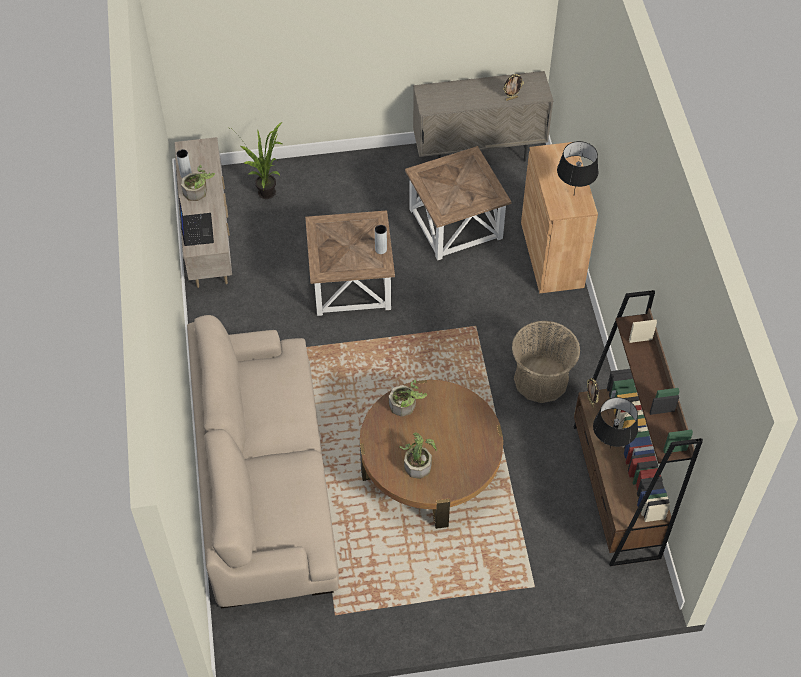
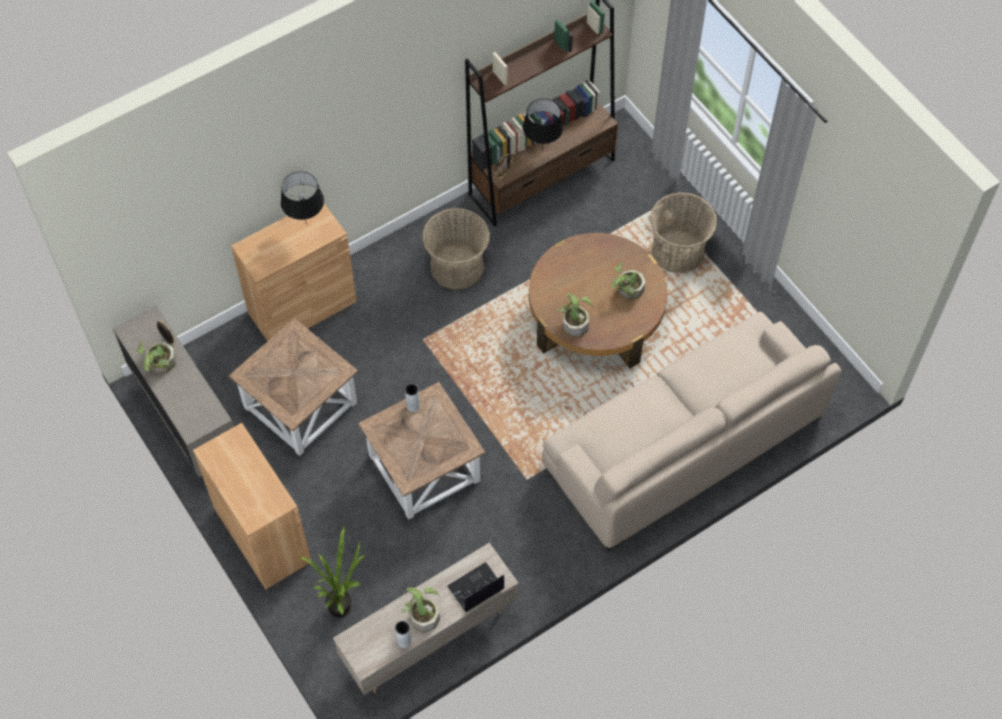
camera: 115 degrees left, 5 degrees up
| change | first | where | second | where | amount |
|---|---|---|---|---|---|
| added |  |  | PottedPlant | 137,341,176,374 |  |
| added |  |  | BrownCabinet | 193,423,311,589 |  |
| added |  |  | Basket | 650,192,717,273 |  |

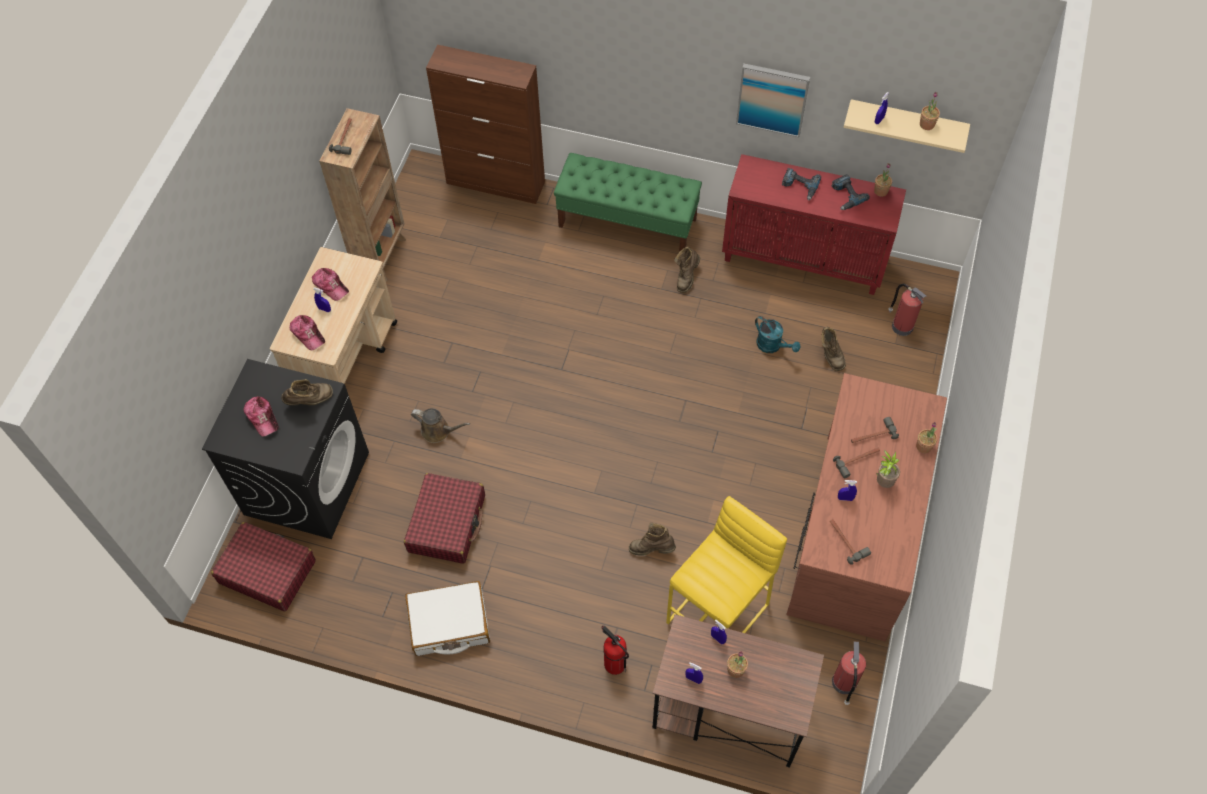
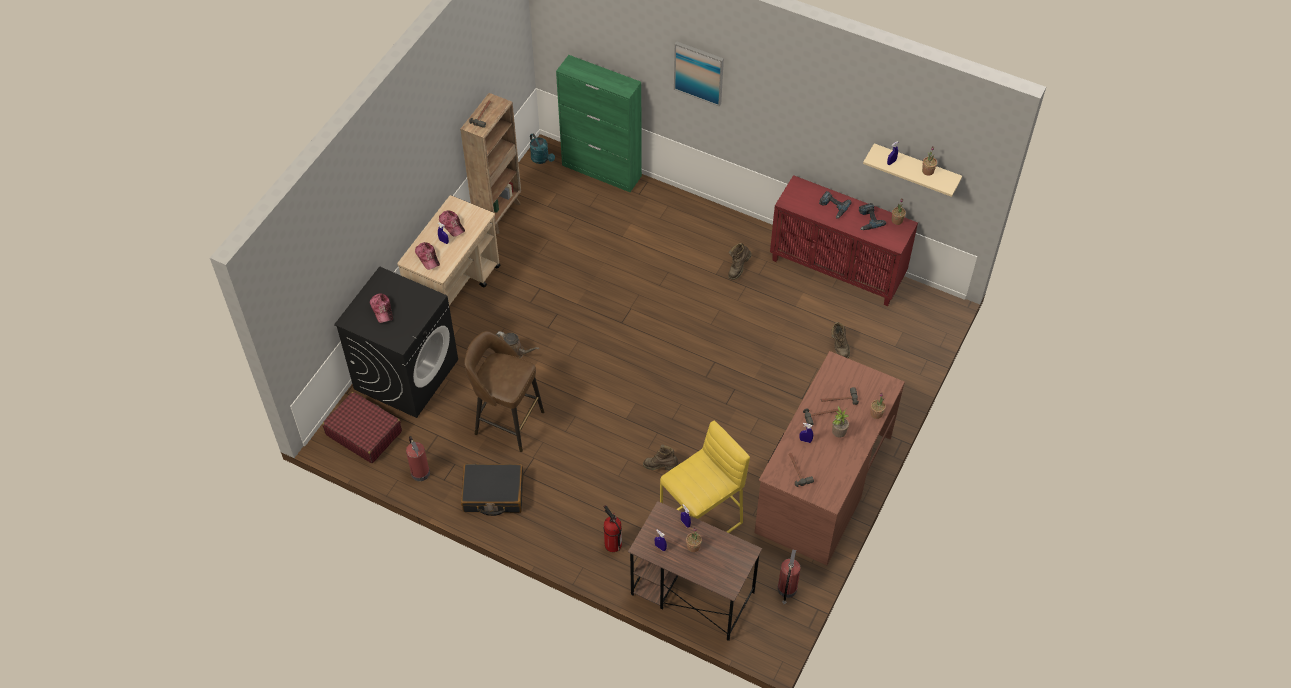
camera: 10 degrees right, 5 degrees down
| change | first | where | second | where | amount |
|---|---|---|---|---|---|
| removed | BrownBoot | 281,379,333,406 |  |  |  |
| replaced | RedSuitcase | 404,473,485,564 | BrownStool | 465,331,544,452 |  |
| recoloured | WhiteSuitcase | 405,581,490,656 | BlackSuitcase | 461,464,523,516 |  |
| recoloured | BrownCabinet | 426,45,545,204 | GreenCabinet | 556,55,642,192 |  |
| removed | GreenBench | 554,153,702,251 |  |  |  |
| moved | Picture | 736,63,810,137 |  | 674,41,724,106 |  |
| moved | TurquoiseWateringCan | 755,316,800,353 |  | 530,133,555,164 |  |
| moved | FireExtinguisher | 888,284,927,336 |  | 406,436,430,481 |  |

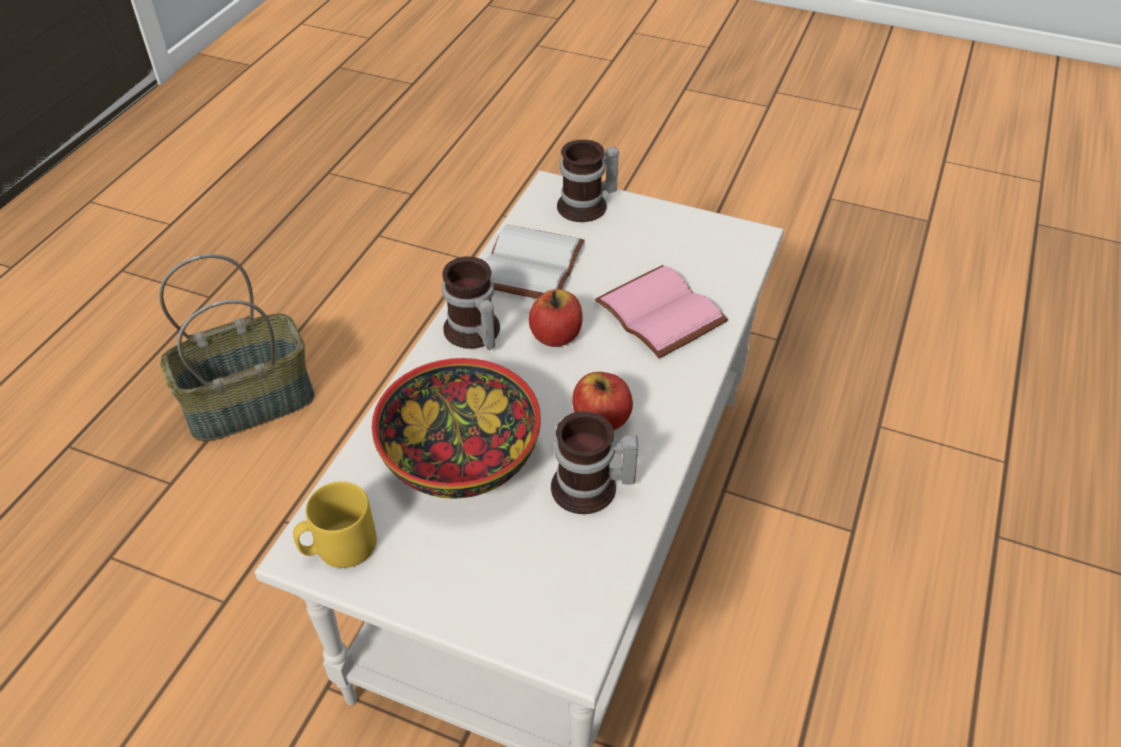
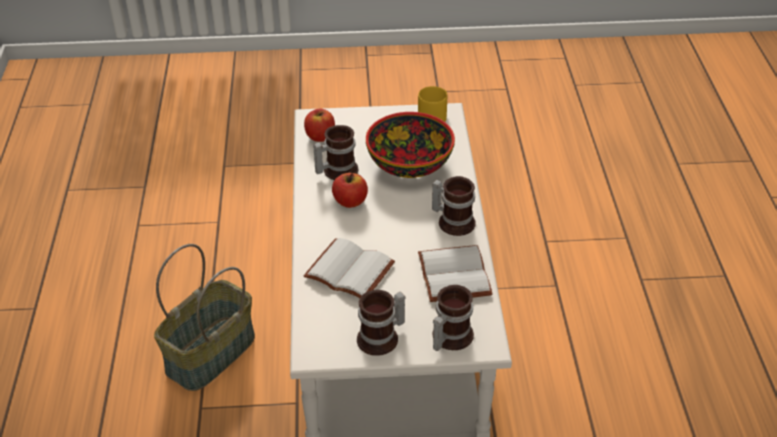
camera: 155 degrees right, 5 degrees down
| change | first | where | second | where | amount |
|---|---|---|---|---|---|
| moved | Basket | 159,254,315,441 |  | 154,244,255,391 |  |
| moved | Apple | 529,289,582,347 |  | 304,109,335,142 |  |
| recoloured | PinkBook | 595,265,728,358 | WhiteBook | 303,238,395,298 |  |
| added |  |  | Mug | 357,290,405,356 |  |

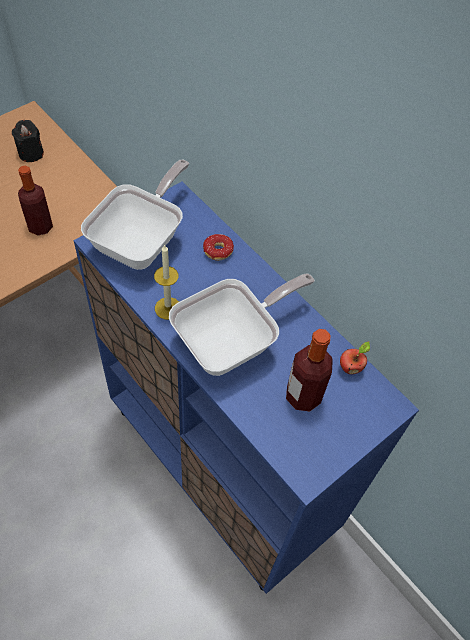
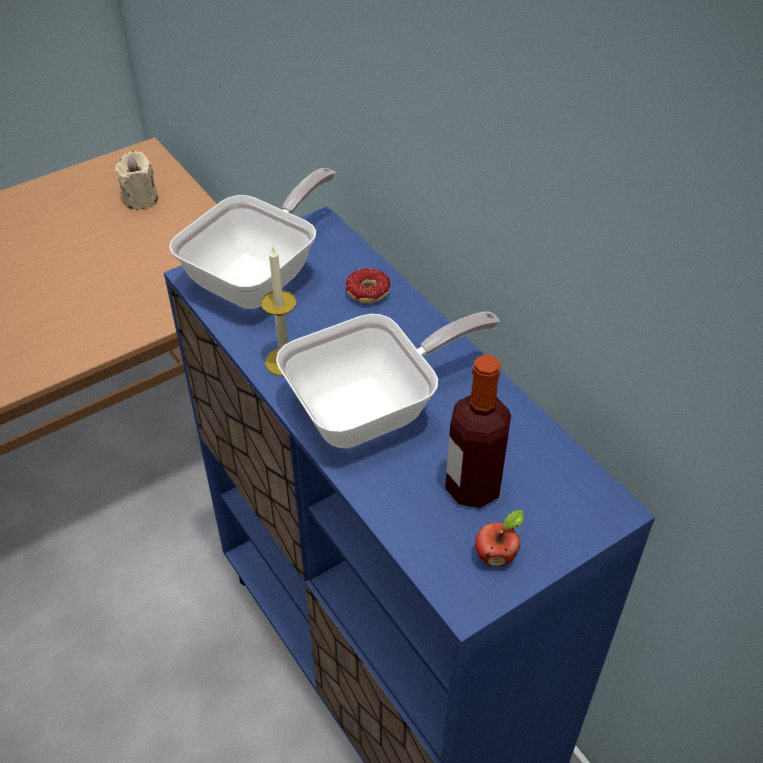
camera: 10 degrees right, 10 degrees down
| change | first | where | second | where | amount |
|---|---|---|---|---|---|
| recoloured | BlackCandle | 12,120,44,162 | BeigeCandle | 115,151,158,210 |  |
| removed | Bottle | 18,166,53,236 |  |  |  |
| moved | Apple | 340,342,370,374 |  | 475,510,524,567 |  |

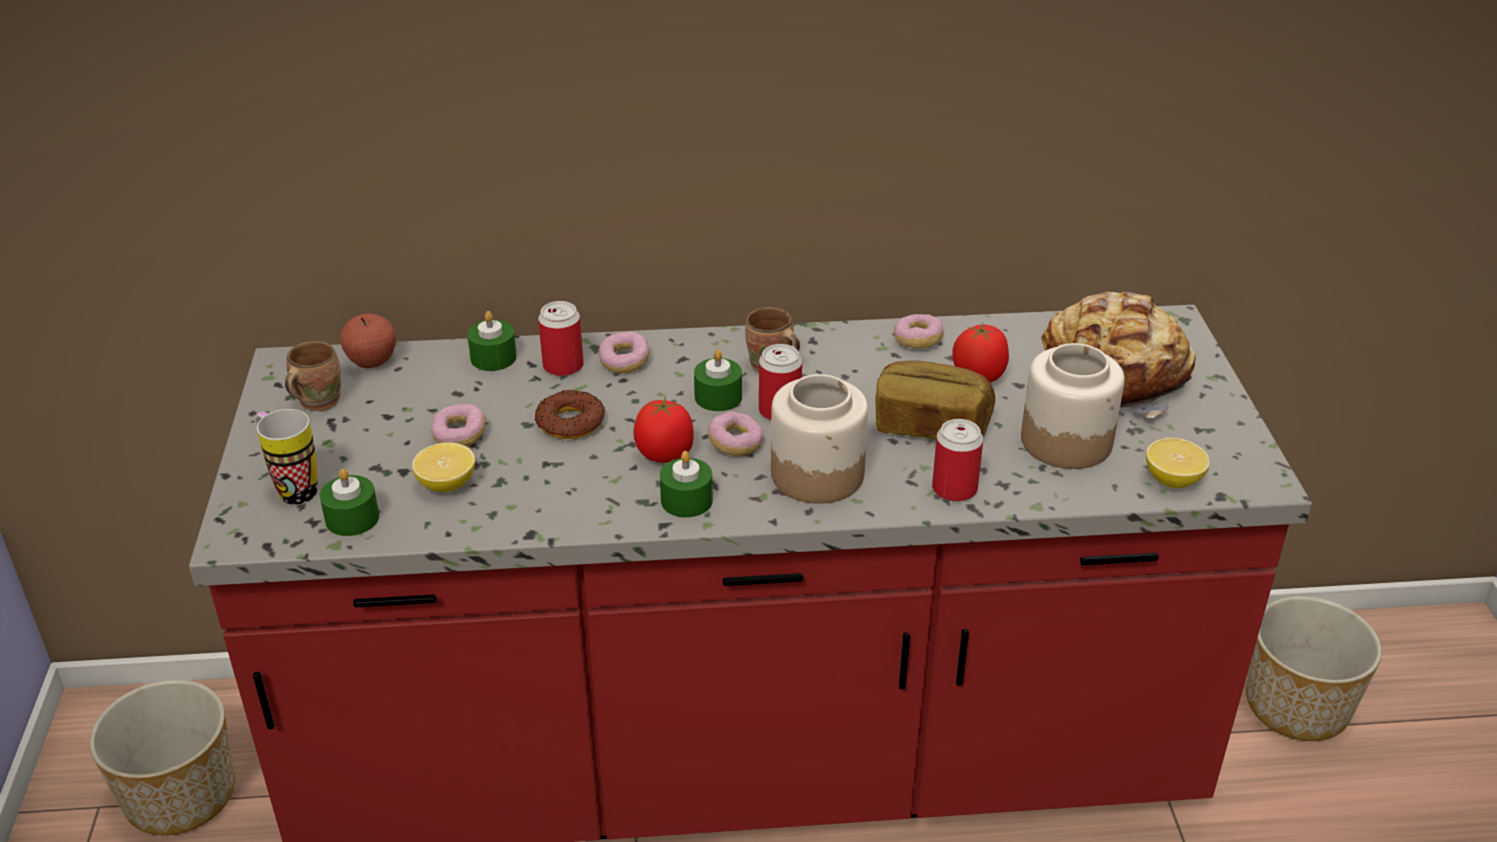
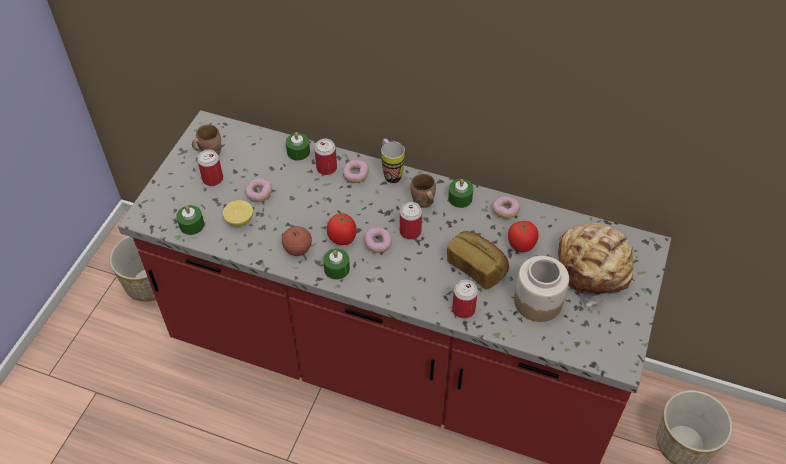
camera: 25 degrees right, 15 degrees up
| change | first | where | second | where | amount |
|---|---|---|---|---|---|
| moved | Mug | 254,409,317,505 |  | 381,139,405,183 |  |
| moved | Apple | 340,314,396,368 |  | 282,226,312,256 |  |
| removed | Donut | 534,389,605,439 |  |  |  |
| moved | GreenCandle | 694,350,742,411 |  | 448,179,473,208 |  |
| removed | Jar | 771,374,868,504 |  |  |  |
| removed | Lemon | 1146,438,1210,488 |  |  |  |
| added |  |  | Can | 197,149,223,186 |  |

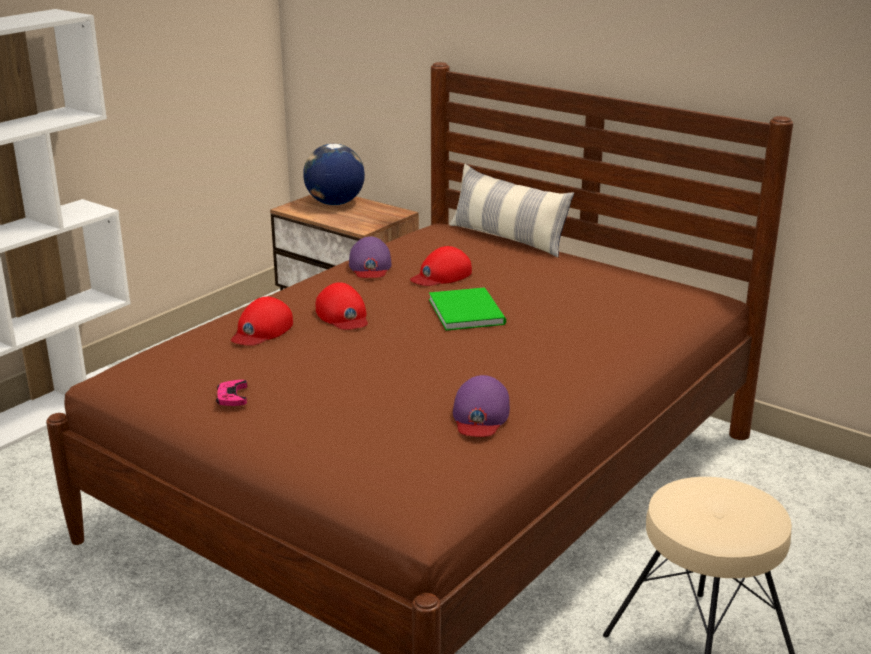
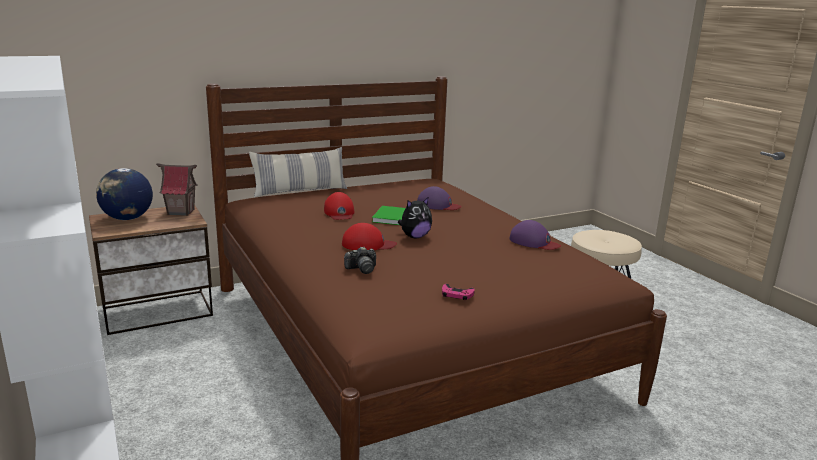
camera: 65 degrees left, 5 degrees down
| change | first | where | second | where | amount |
|---|---|---|---|---|---|
| replaced | RedCap | 231,297,293,346 | PhotoCamera | 344,247,376,274 |  |
| moved | PurpleCap | 349,236,391,278 |  | 417,186,462,210 |  |
| added |  |  | ToyHouse | 156,163,197,216 |  |
| added |  |  | PlushToy | 398,197,432,238 |  |

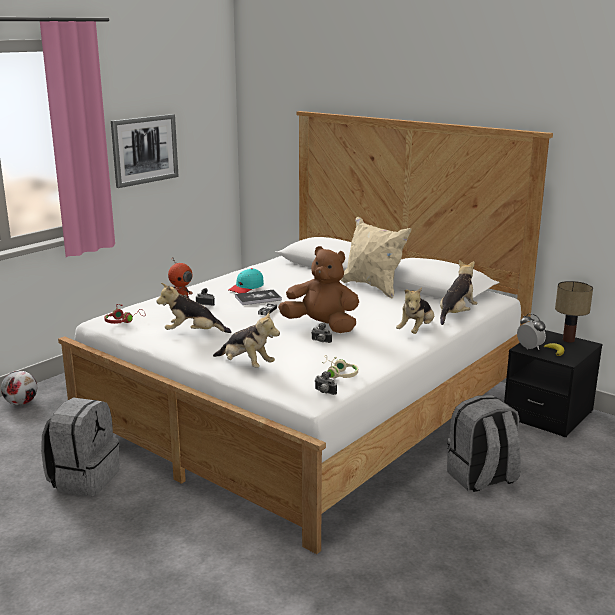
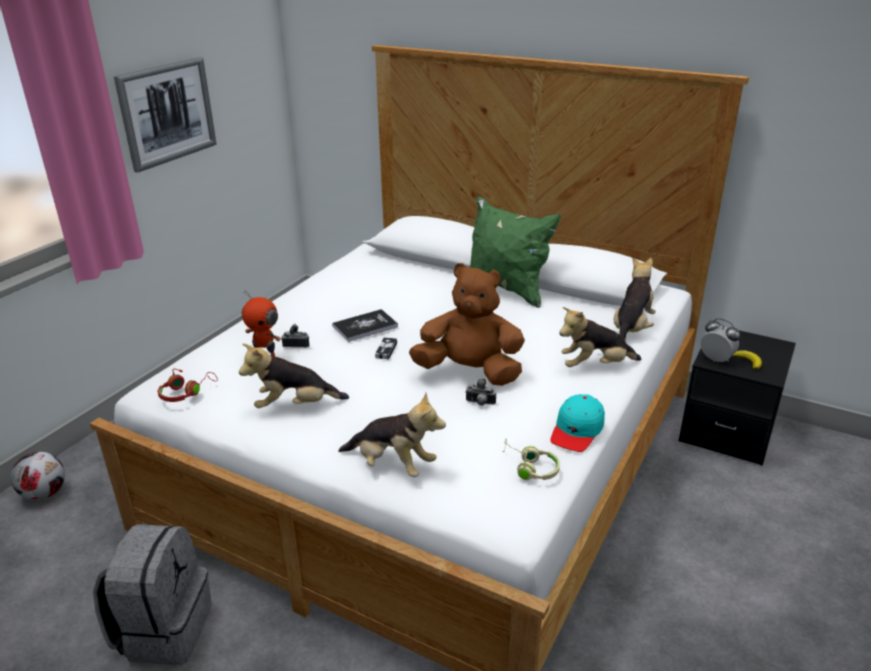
camera: 10 degrees left, 10 degrees up
| change | first | where | second | where | amount |
|---|---|---|---|---|---|
| moved | TurquoiseCap | 229,268,264,294 |  | 550,394,605,452 |  |
| removed | PhotoCamera | 315,371,337,395 |  |  |  |
| recoloured | BeigePillow | 341,216,412,298 | GreenPillow | 468,196,561,308 |  |
| turned | PlushToy | 396,287,434,334 |  | 559,307,641,367 | 60 degrees clockwise |
| removed | GreyBackpack | 447,395,521,492 |  |  |  |
| removed | TableLamp | 555,281,593,342 |  |  |  |

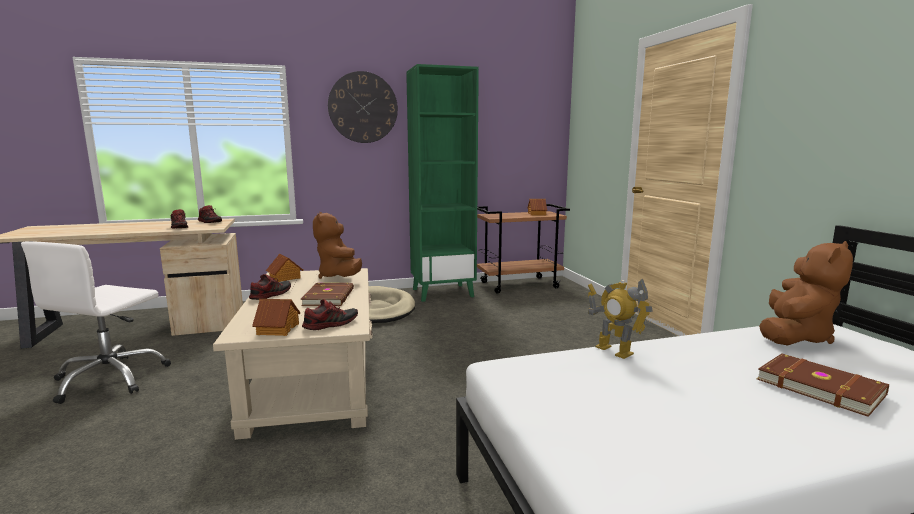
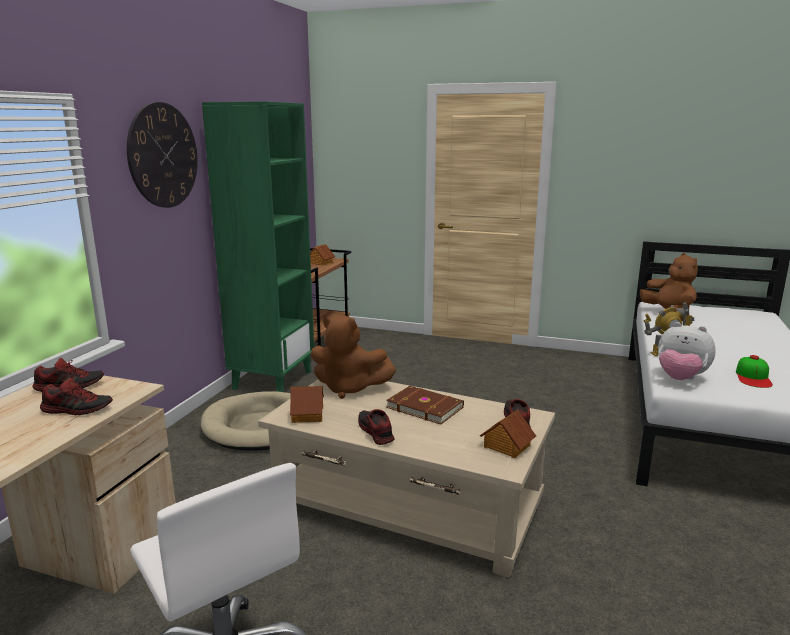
camera: 55 degrees left, 5 degrees up
| change | first | where | second | where | amount |
|---|---|---|---|---|---|
| removed | BrownBook | 757,353,889,417 |  |  |  |
| added |  |  | PlushToy | 658,322,716,380 |  |
| added |  |  | Cap | 736,355,773,388 |  |

